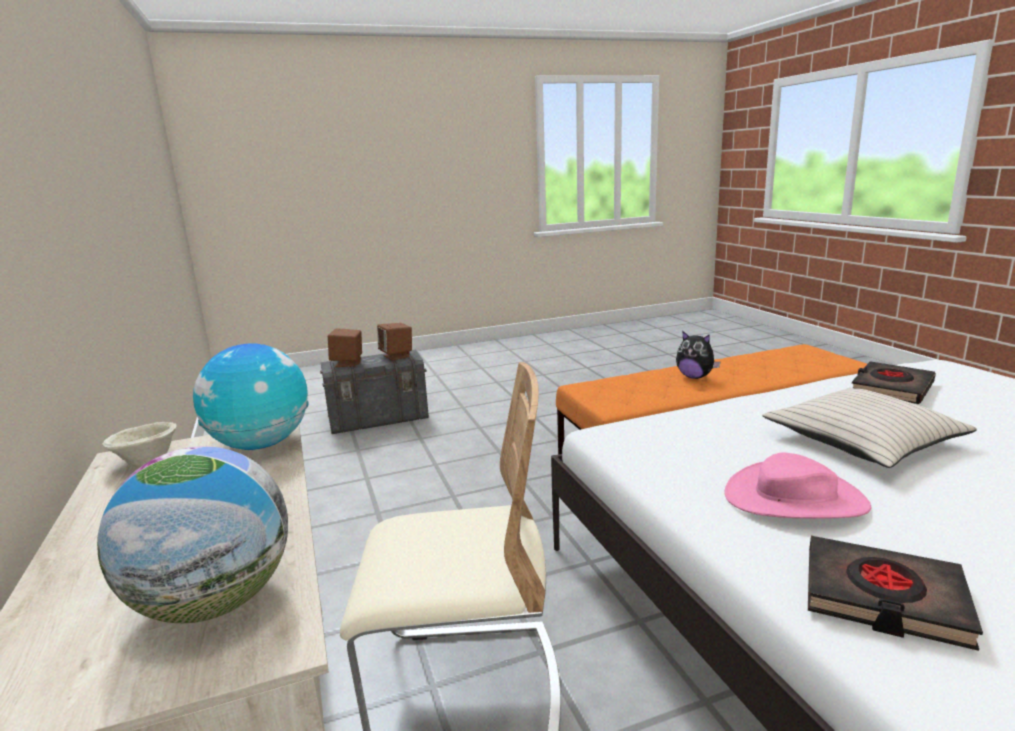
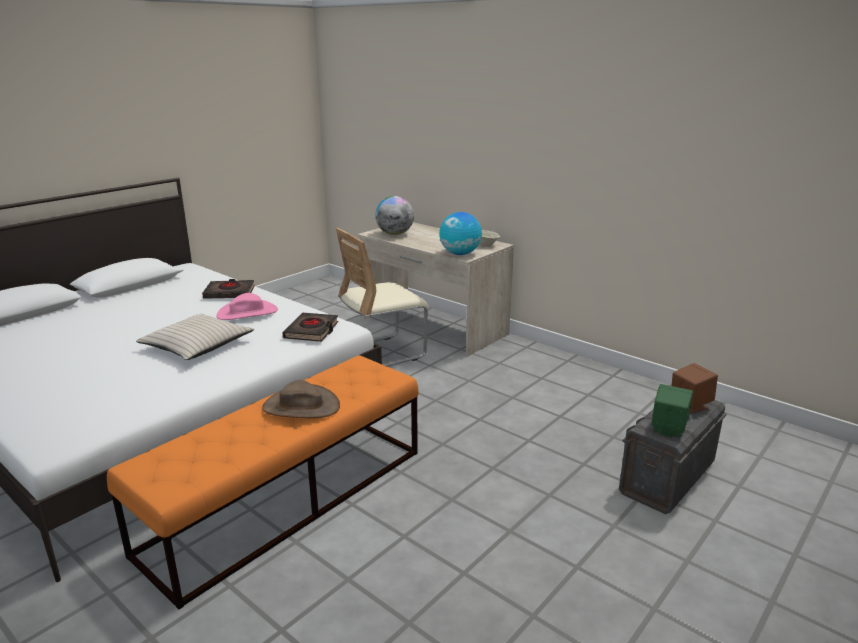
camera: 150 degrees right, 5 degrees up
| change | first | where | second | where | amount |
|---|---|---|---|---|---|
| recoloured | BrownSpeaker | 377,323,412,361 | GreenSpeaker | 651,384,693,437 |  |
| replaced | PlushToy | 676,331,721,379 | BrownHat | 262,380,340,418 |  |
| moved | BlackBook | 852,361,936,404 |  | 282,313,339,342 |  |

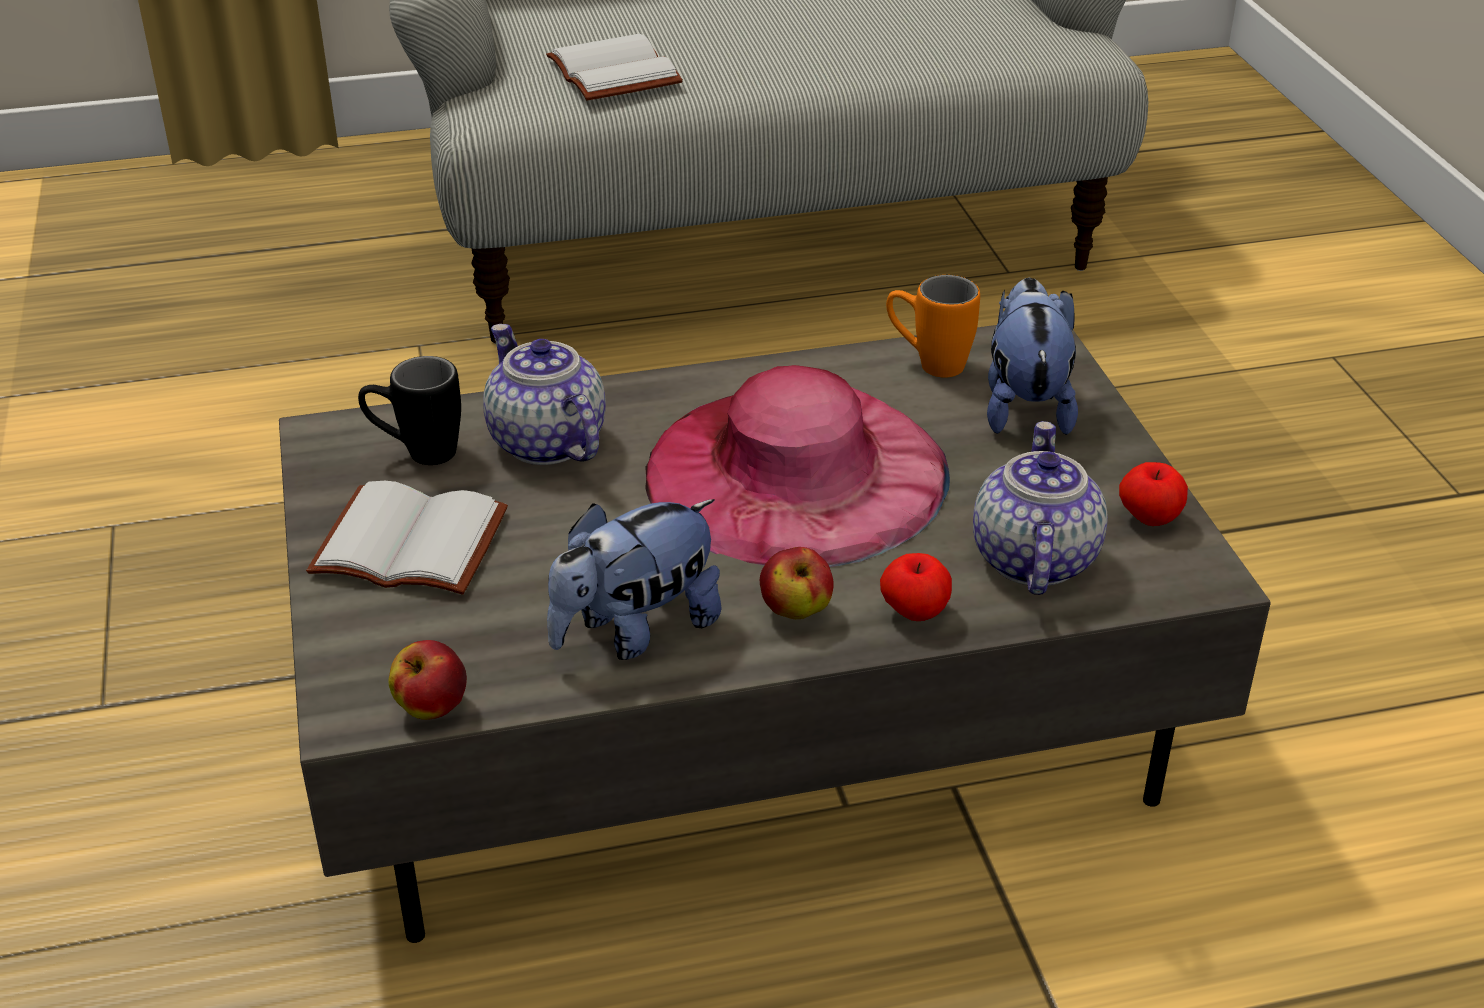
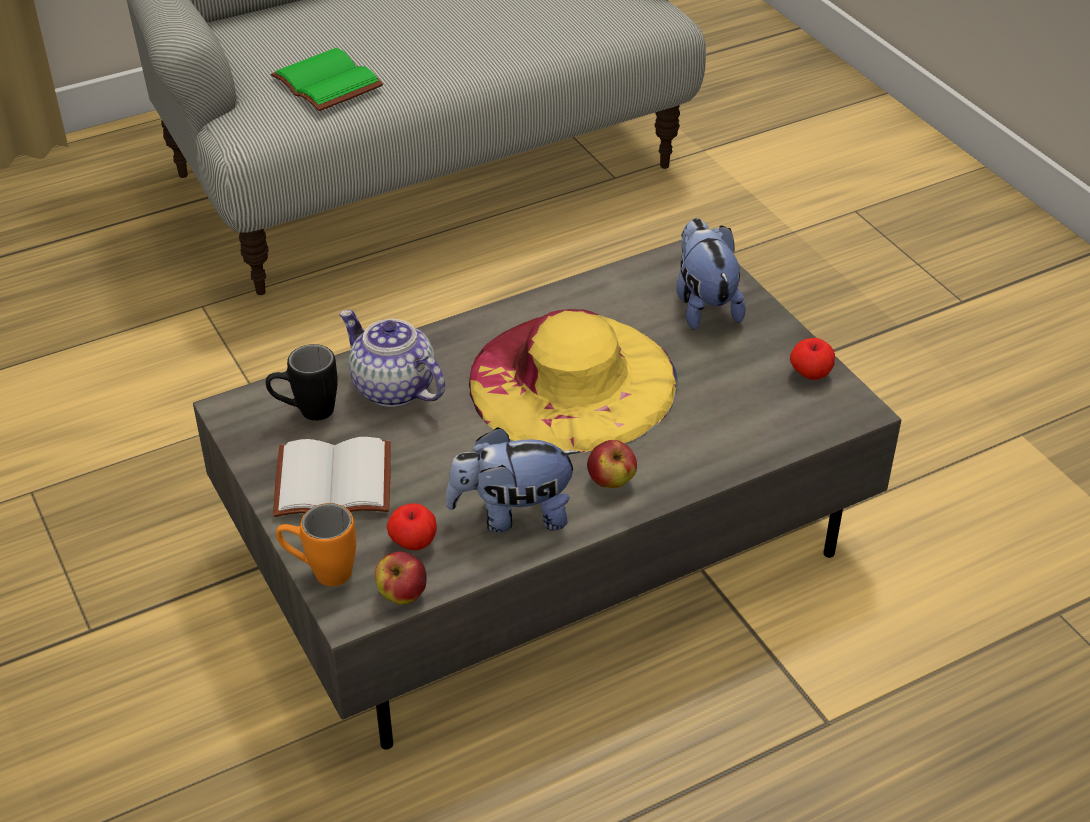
camera: 15 degrees left, 5 degrees up
| change | first | where | second | where | amount |
|---|---|---|---|---|---|
| recoloured | WhiteBook | 546,34,683,101 | GreenBook | 271,48,383,111 |  |
| turned | PlushToy | 547,499,722,660 |  | 446,427,580,533 | 45 degrees clockwise |
| recoloured | PinkHat | 645,365,950,567 | YellowHat | 469,309,677,453 |  |
| moved | Apple | 880,553,952,621 |  | 387,503,437,551 |  |
| moved | OrangeMug | 886,275,980,378 |  | 276,503,356,586 |  |
| removed | Teapot | 973,421,1108,595 |  |  |  |

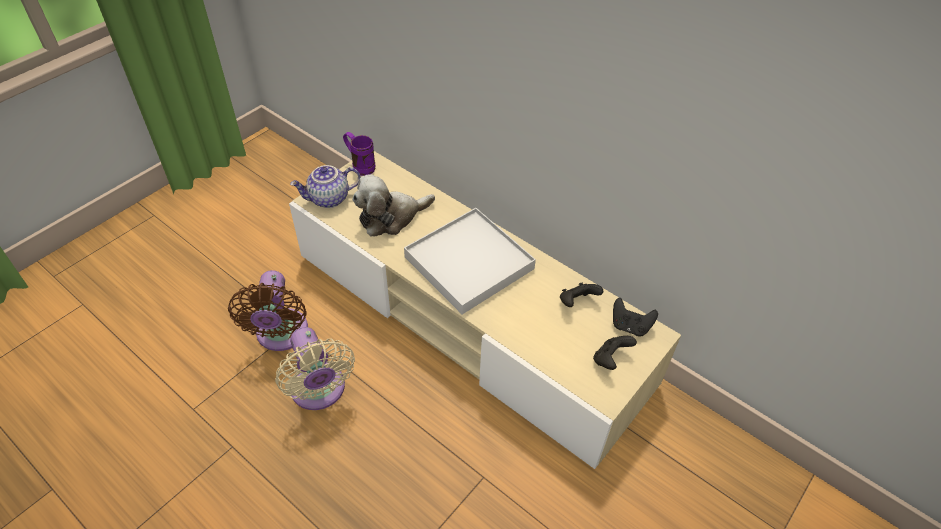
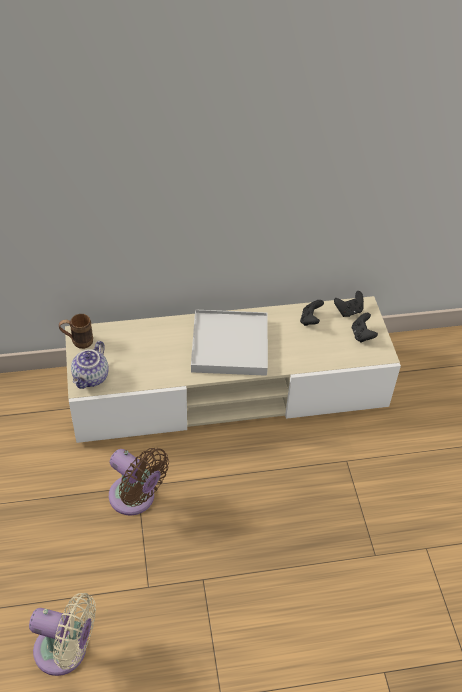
camera: 50 degrees left, 0 degrees up
| change | first | where | second | where | amount |
|---|---|---|---|---|---|
| moved | BeigeFan | 275,327,355,410 |  | 29,593,96,676 |  |
| recoloured | PurpleMug | 343,132,375,176 | BrownMug | 59,314,93,349 |  |
| removed | PlushToy | 352,174,435,237 |  |  |  |

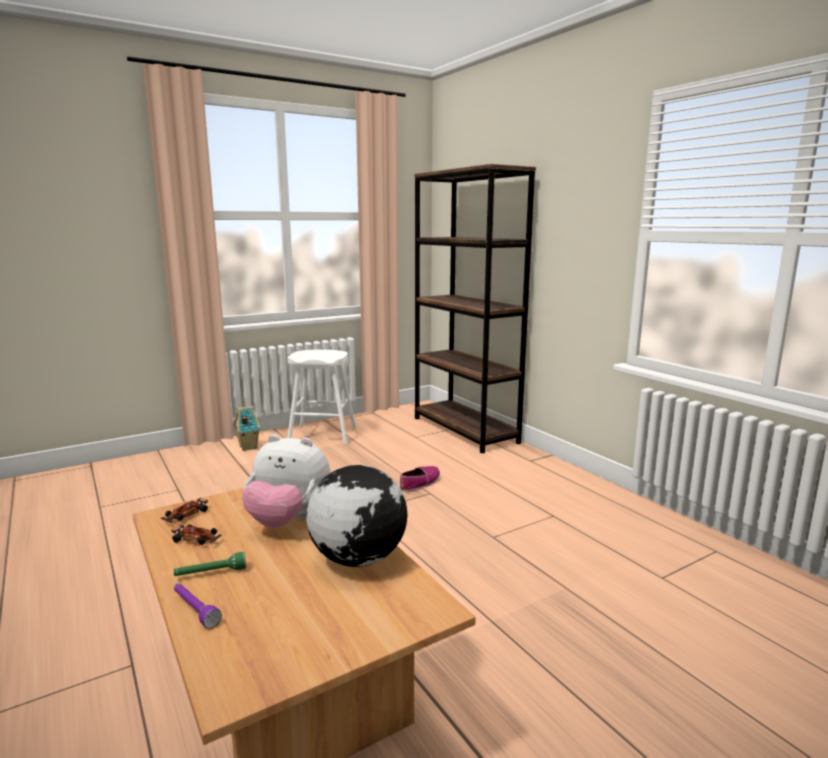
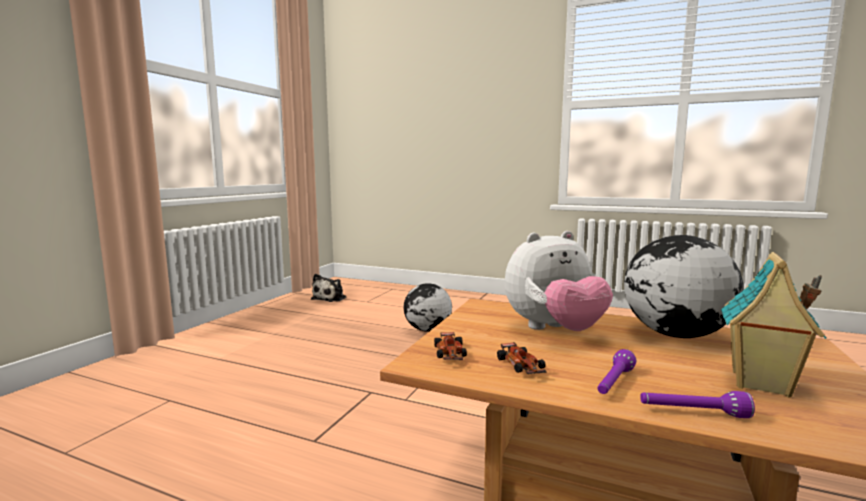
camera: 35 degrees left, 5 degrees down
| change | first | where | second | where | amount |
|---|---|---|---|---|---|
| turned | ToyCar | 171,524,222,545 |  | 497,342,547,374 | 90 degrees clockwise |
| recoloured | GreenFlashlight | 174,552,246,576 | PurpleFlashlight | 598,349,636,394 |  |
| moved | ToyHouse | 234,406,261,451 |  | 721,252,827,398 |  |
| removed | WhiteStool | 287,350,356,444 |  |  |  |
| replaced | Shoe | 400,466,440,492 | Globe | 403,283,452,332 |  |
| removed | BrownBookcase | 414,164,536,453 |  |  |  |
| added |  |  | PlushToy | 311,274,347,302 |  |

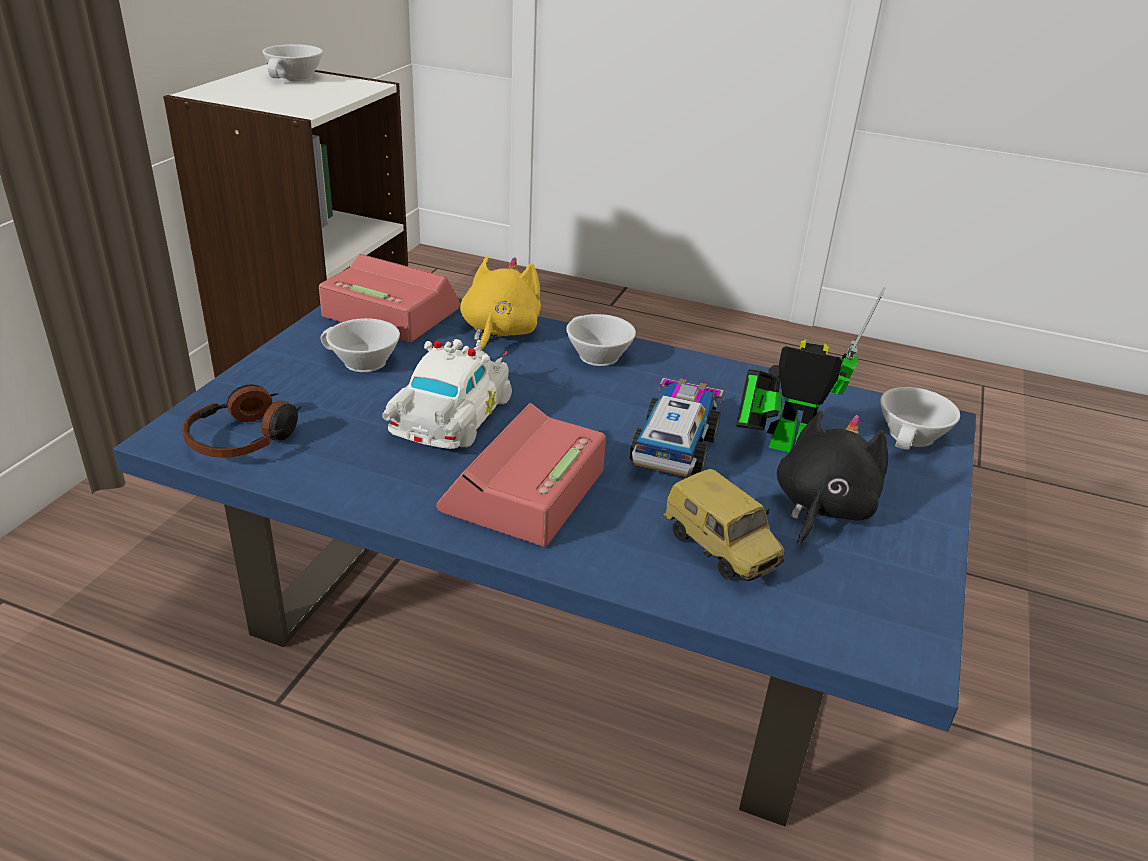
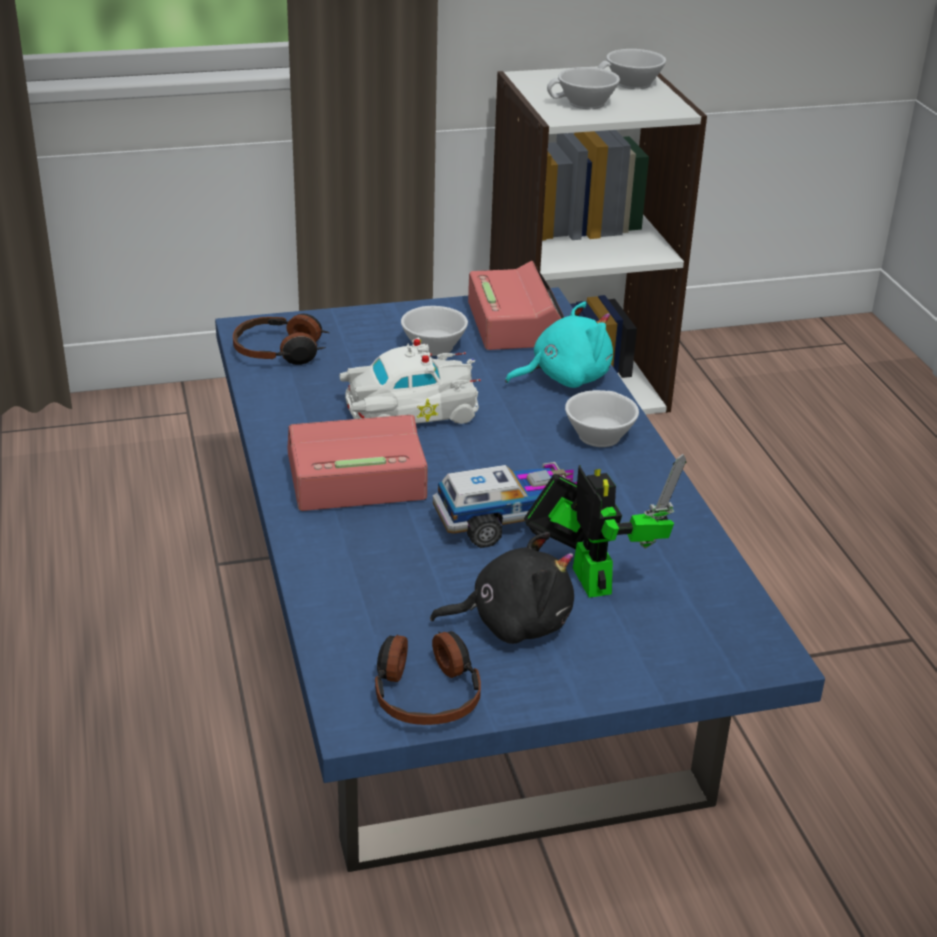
camera: 55 degrees right, 0 degrees up
| change | first | where | second | where | amount |
|---|---|---|---|---|---|
| recoloured | YellowPlushToy | 460,256,541,351 | TurquoisePlushToy | 505,302,613,388 |  |
| removed | ToyCar | 663,469,784,581 |  |  |  |
| moved | WhiteCup | 880,387,960,450 |  | 547,67,620,109 |  |
| added |  |  | Headphones | 375,631,481,725 |  |

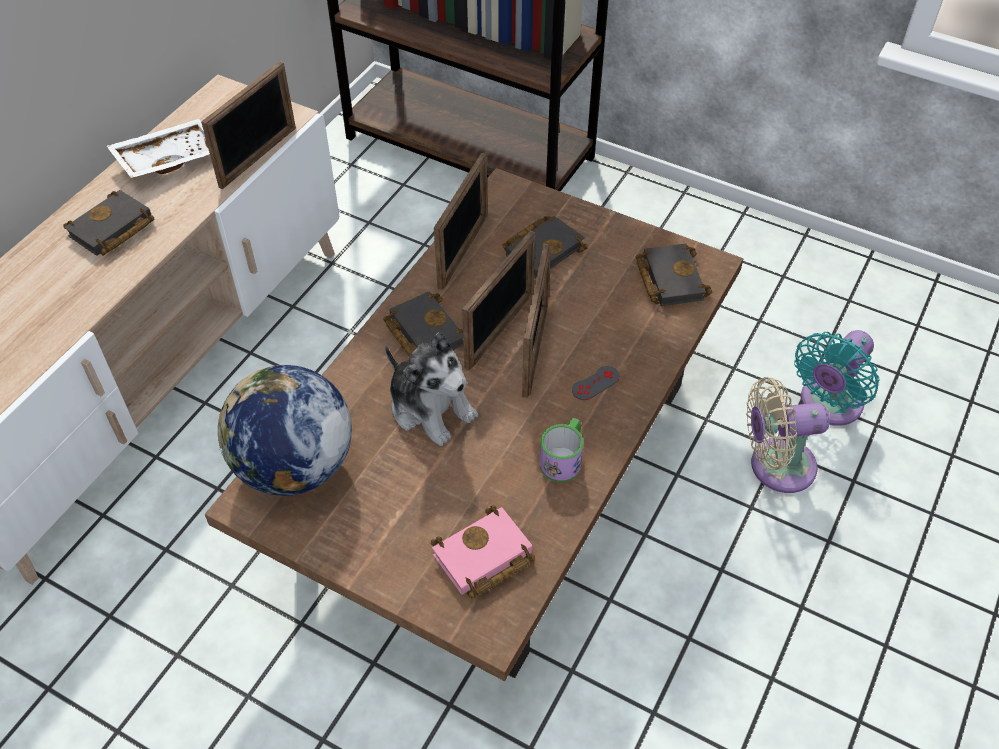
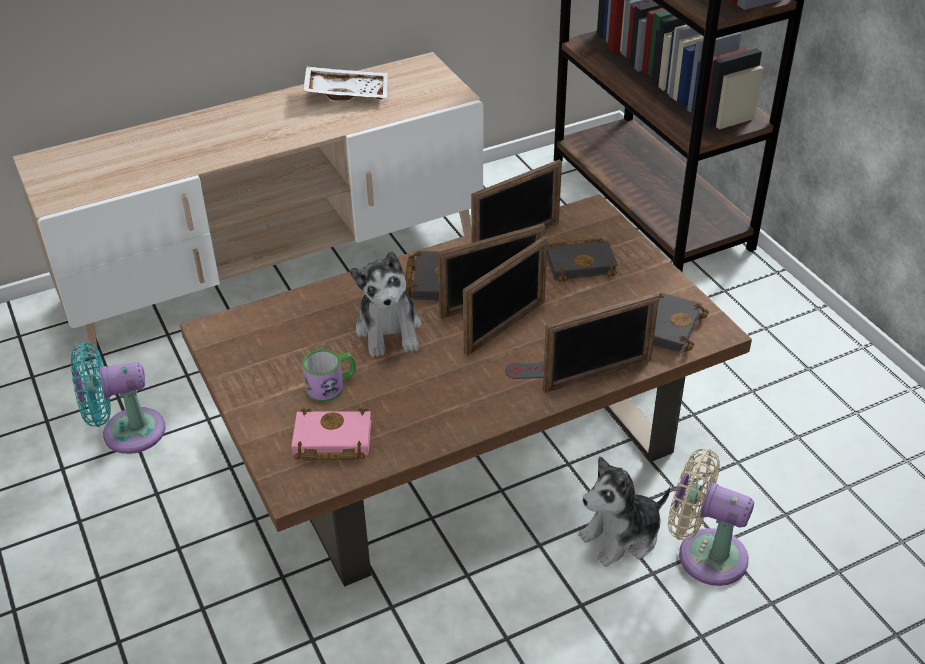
camera: 35 degrees right, 10 degrees down
| change | first | where | second | where | amount |
|---|---|---|---|---|---|
| removed | BlackBook | 63,190,154,256 |  |  |  |
| moved | PictureFrame | 201,61,296,189 |  | 543,293,659,393 |  |
| removed | Globe | 218,365,352,496 |  |  |  |
| moved | Mug | 540,418,583,482 |  | 302,349,356,402 |  |
| moved | TurquoiseFan | 794,330,879,426 |  | 71,342,166,454 |  |
| added |  |  | PlushToy | 578,456,671,567 |  |

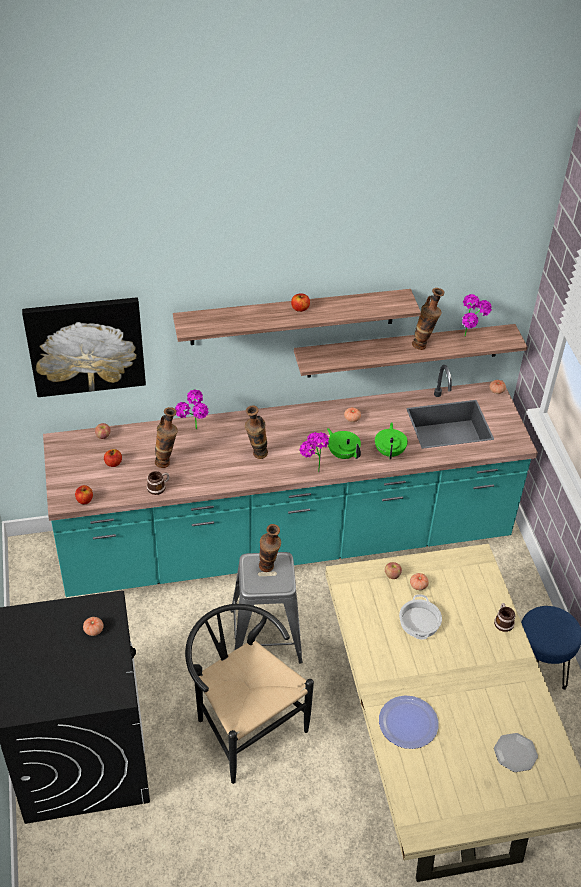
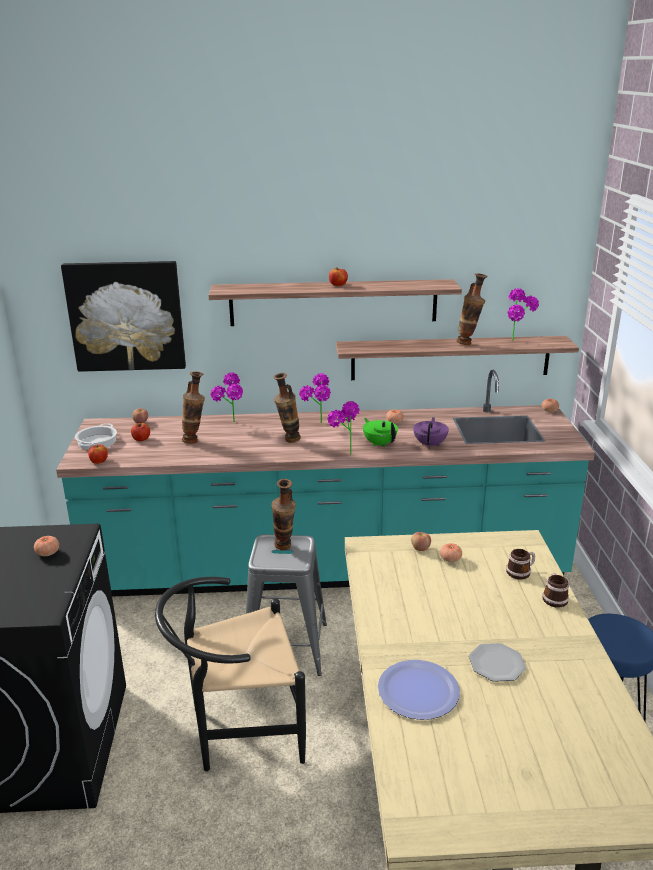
camera: 10 degrees right, 20 degrees down
| change | first | where | second | where | amount |
|---|---|---|---|---|---|
| moved | Mug | 147,471,169,495 |  | 506,549,535,579 |  |
| turned | BlackChair | 185,604,314,784 |  | 155,577,306,771 | 75 degrees counterclockwise |
| recoloured | GreenTeapot | 375,422,408,459 | PurpleTeapot | 413,417,449,448 |  |
| moved | CookingPot | 399,594,442,640 |  | 75,423,117,450 |  |
| moved | Plate | 494,733,538,772 |  | 469,643,526,682 |  |
| added |  |  | PottedPlant | 299,373,331,423 |  |

